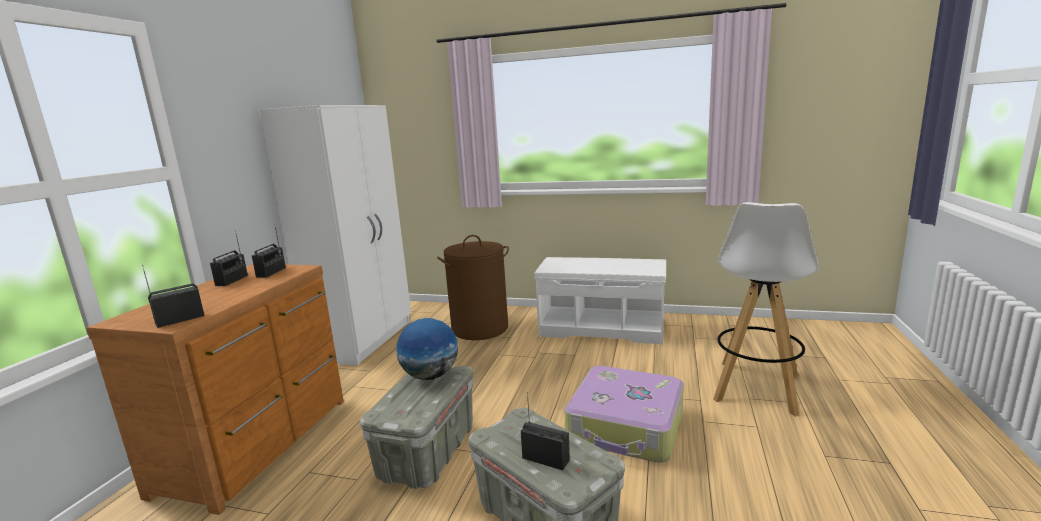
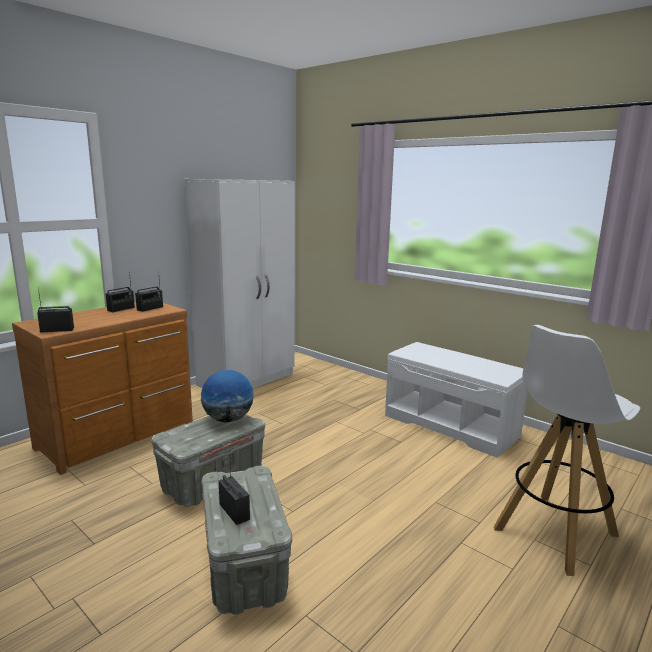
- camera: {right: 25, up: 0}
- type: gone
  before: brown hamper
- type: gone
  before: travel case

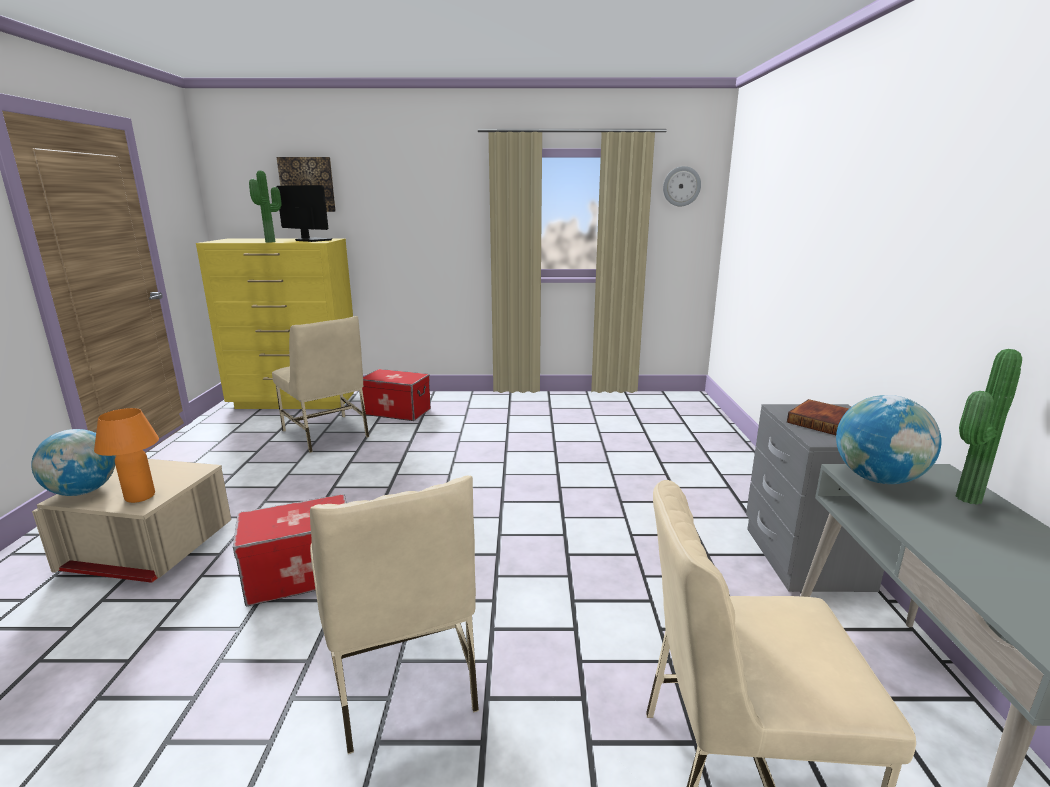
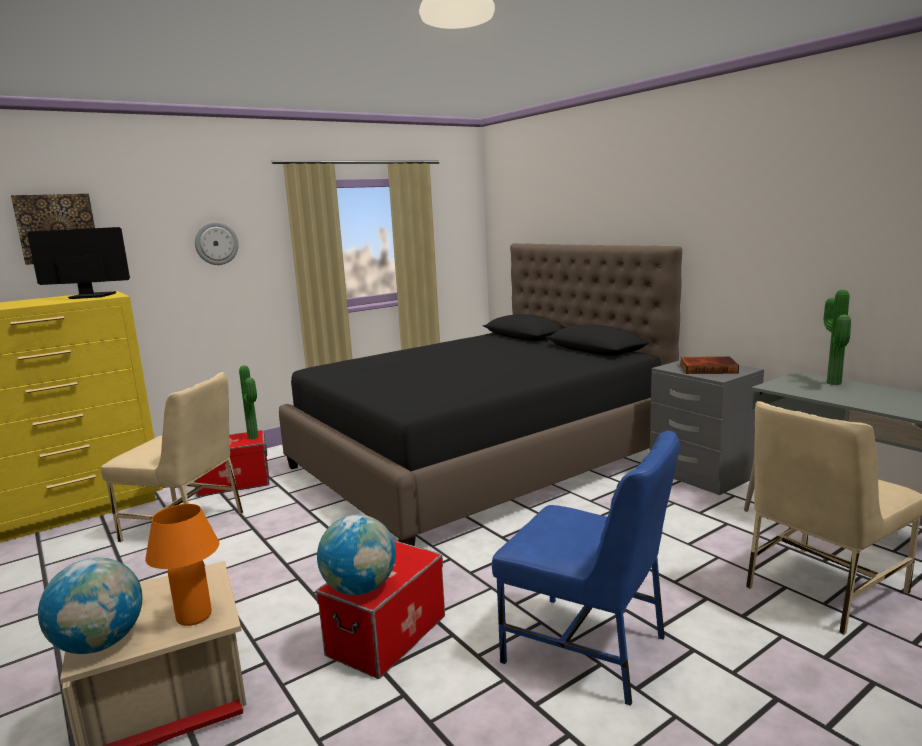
- camera: {right: -35, up: -5}
- type: new
  after: blackish bed
- type: shifted
  before: houseplant (no. 1 from left)
- type: shifted
  before: clock on the wall
- type: shifted
  before: world globe (no. 2 from left)
- type: repainted
  before: beige-coloured upright chair (no. 2 from left)
  after: blue upright chair

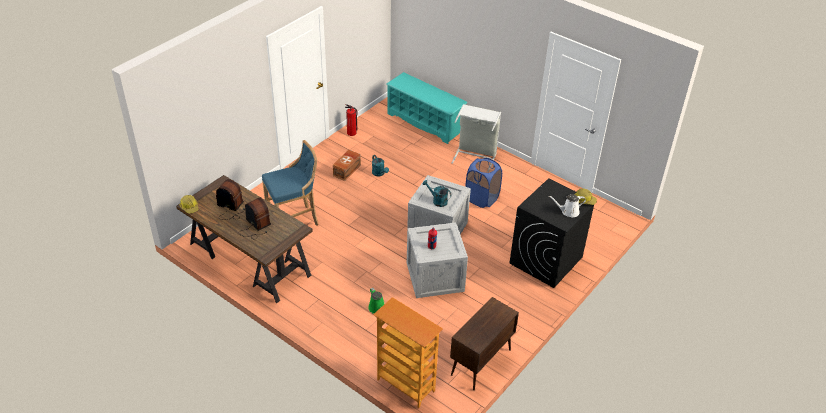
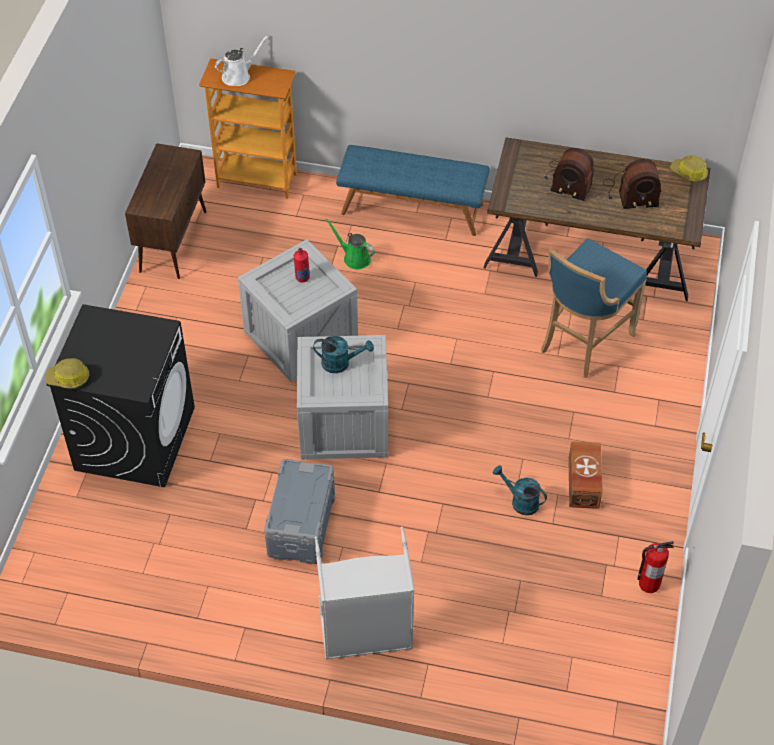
- camera: {right: 155, up: 10}
- type: gone
  before: turquoise shoe stand
- type: new
  after: blue indoor bench
- type: shifted
  before: white sprinkling can
- type: swapped
  before: blue hamper
  after: grey storage box

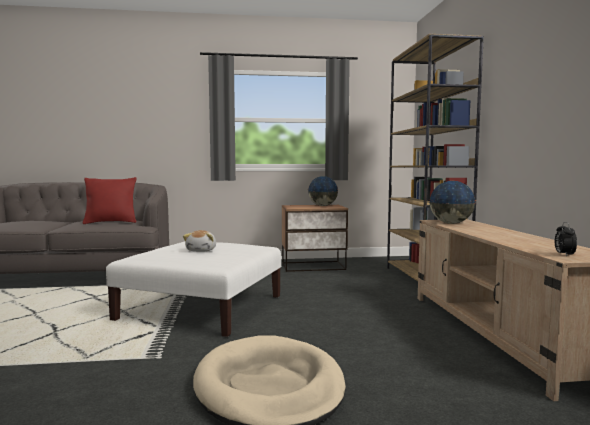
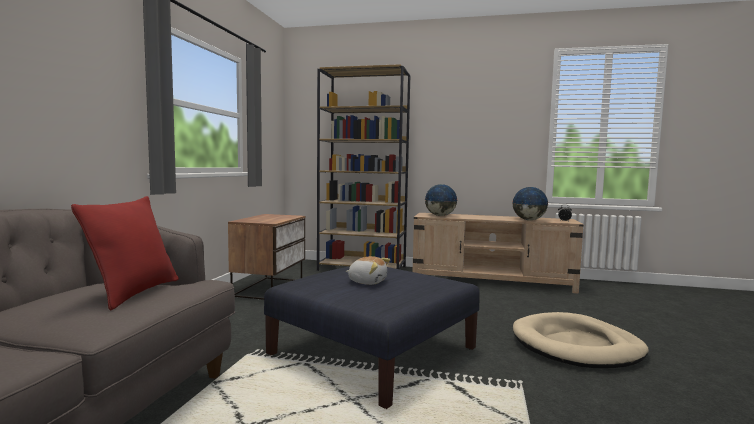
- camera: {right: -70, up: 0}
- type: shifted
  before: world globe (no. 1 from left in the first image)
  after: world globe (no. 2 from left)
- type: repainted
  before: white footrest
  after: blue footrest

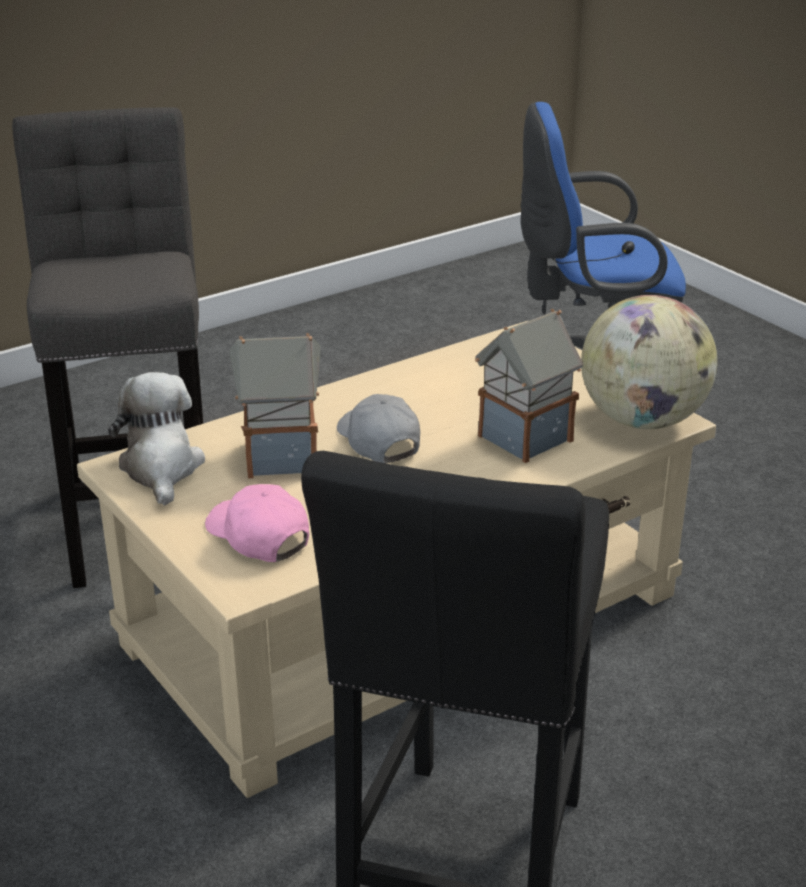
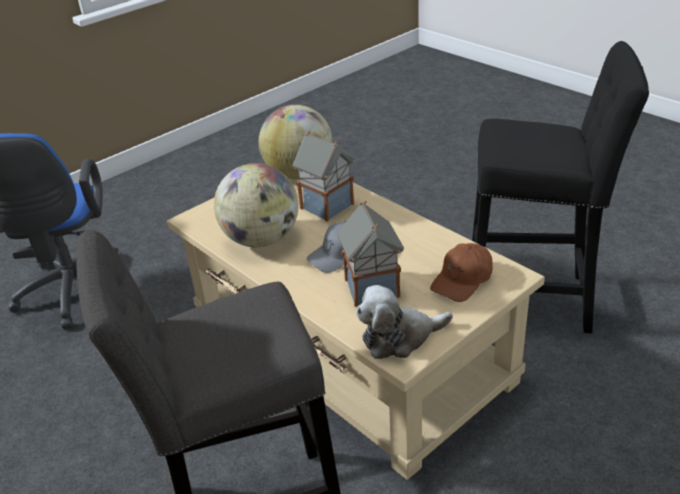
- camera: {right: -95, up: 5}
- type: new
  after: world globe (no. 1 from left)
- type: repainted
  before: pink-coloured baseball cap
  after: brown baseball cap

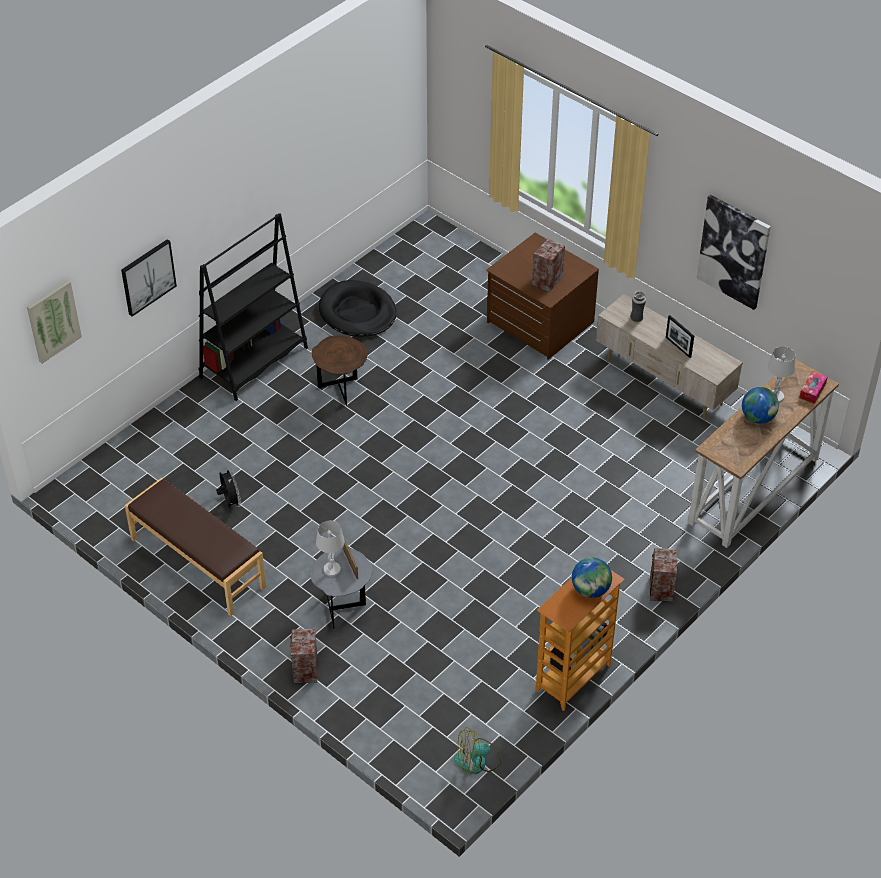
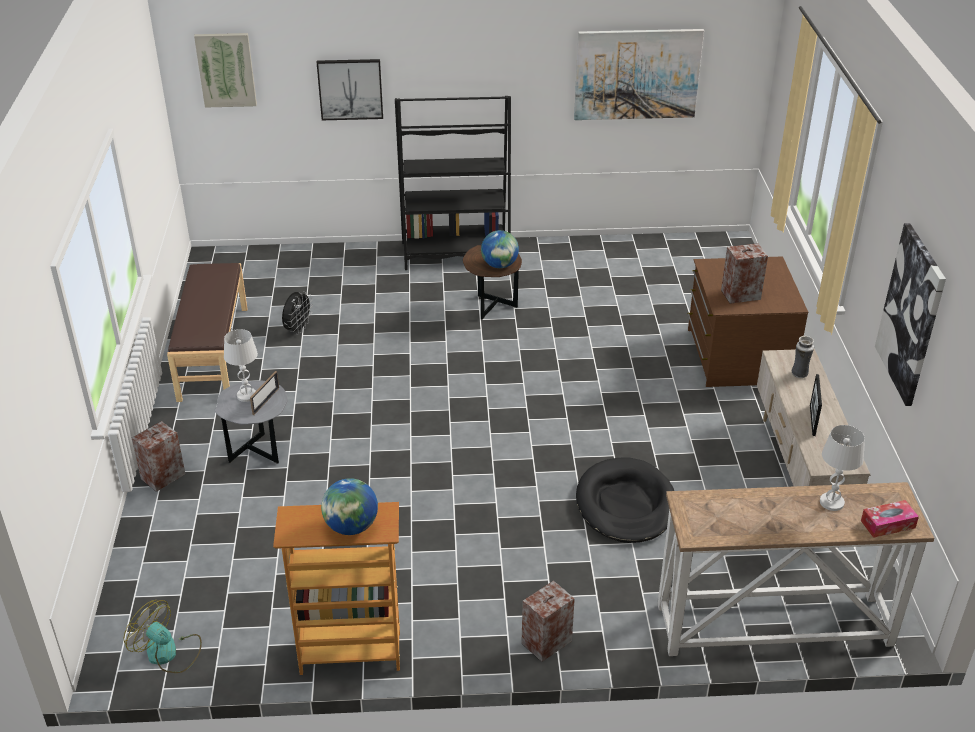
- camera: {right: 45, up: -10}
- type: new
  after: picture (no. 3 from left)
- type: shifted
  before: blackish dog bed
- type: shifted
  before: world globe (no. 2 from left)

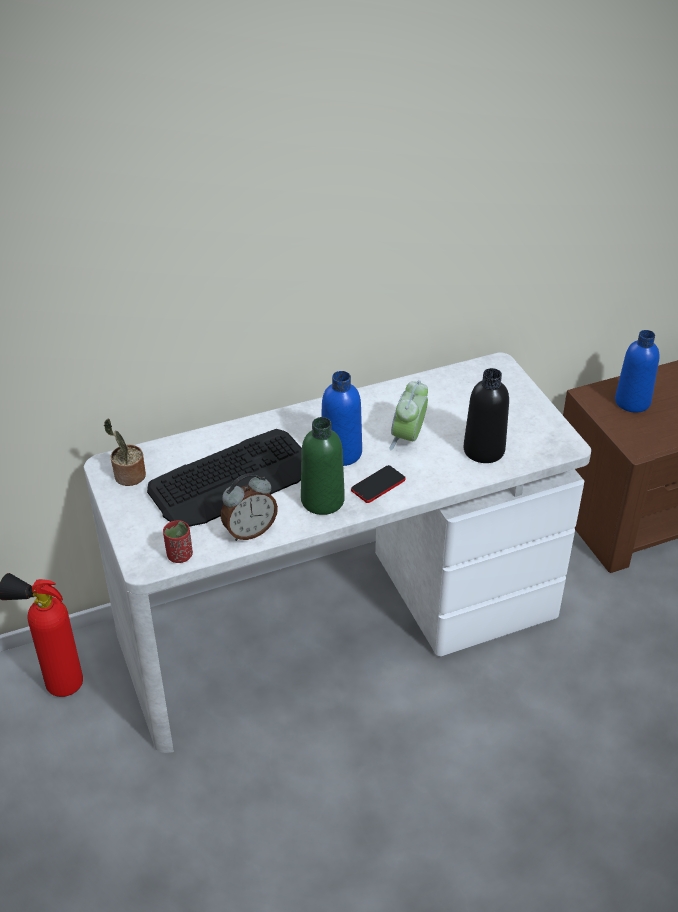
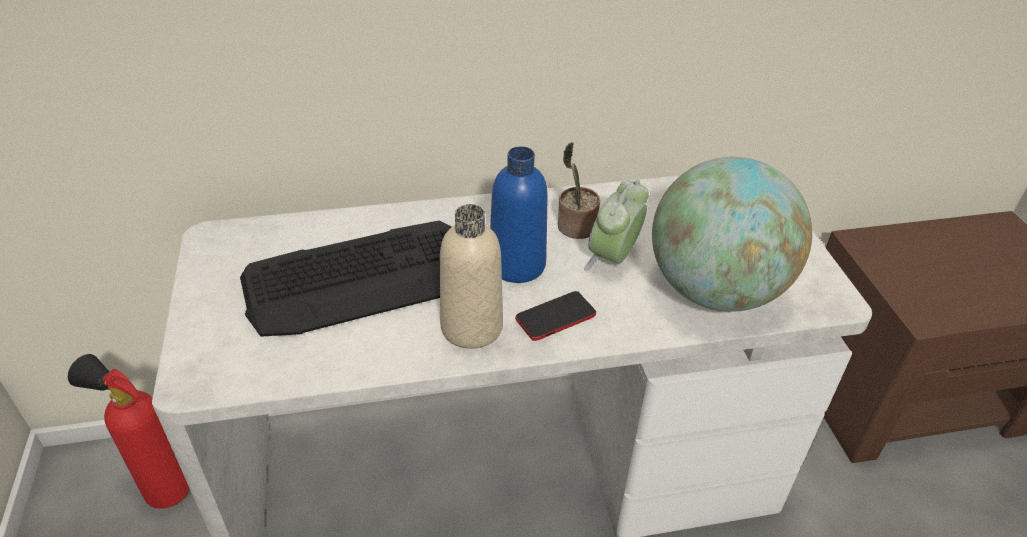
- camera: {right: 10, up: 0}
- type: gone
  before: reddish small cup
- type: gone
  before: bedside clock (no. 1 from left)
- type: gone
  before: blue drink bottle (no. 2 from left)
- type: shifted
  before: houseplant
- type: swapped
  before: blackish drink bottle
  after: world globe
- type: repainted
  before: green drink bottle
  after: beige-coloured drink bottle

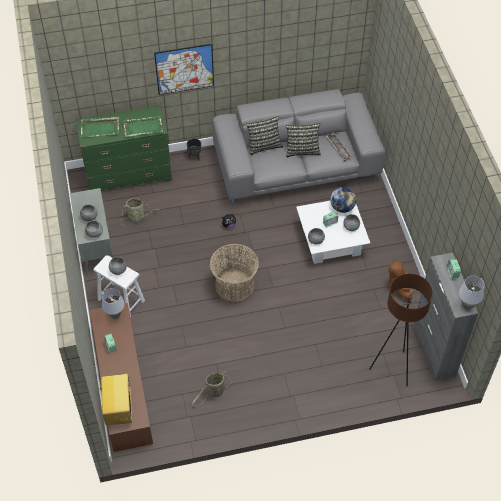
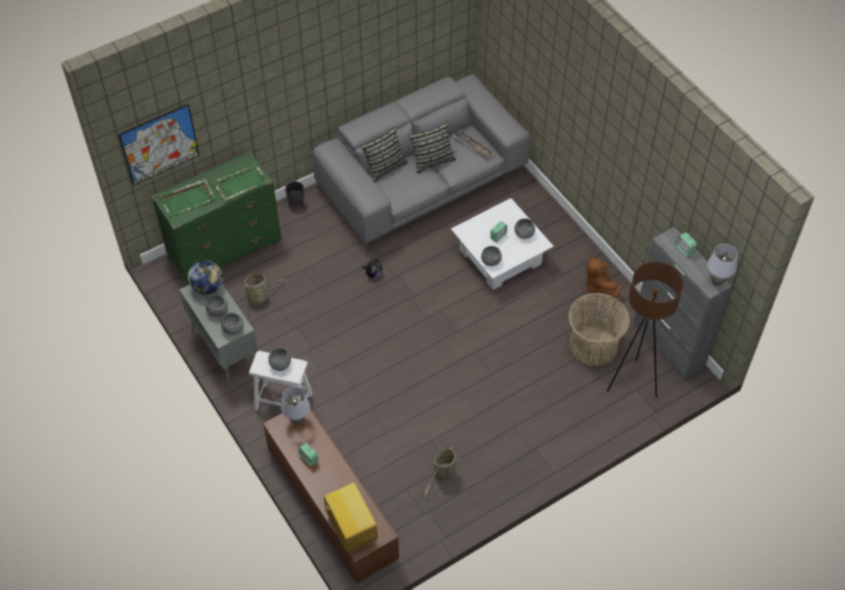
- camera: {right: -20, up: 0}
- type: shifted
  before: picture
- type: shifted
  before: storage basket (no. 3 from left)
- type: shifted
  before: world globe

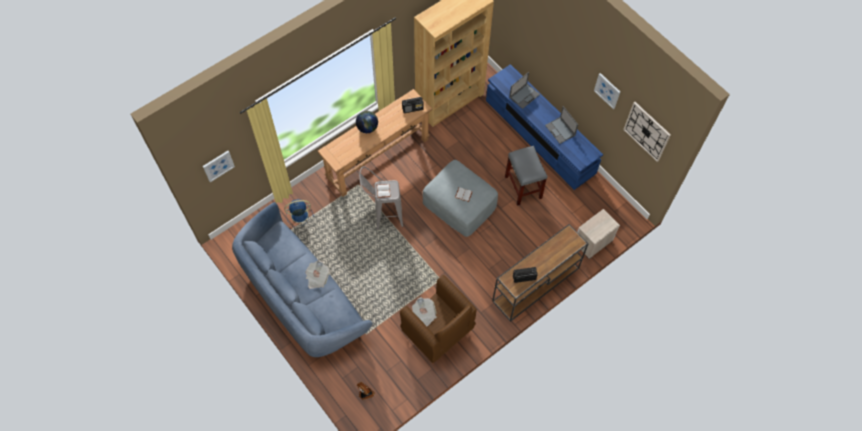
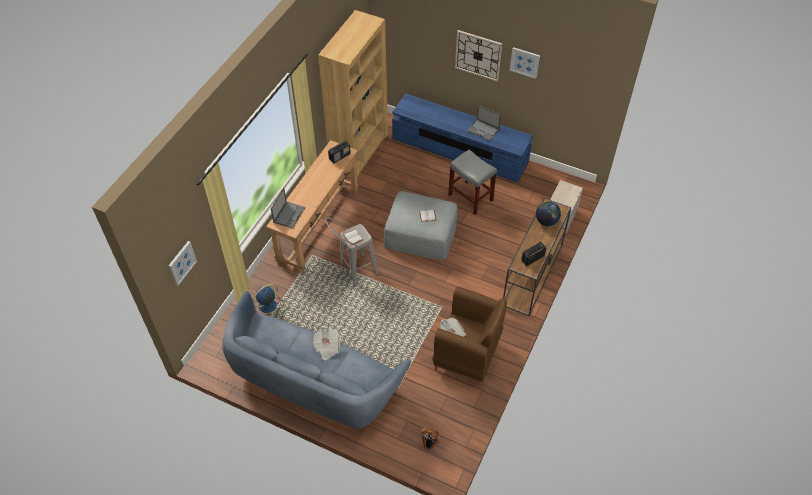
- camera: {right: -25, up: -10}
- type: shifted
  before: world globe
- type: shifted
  before: laptop (no. 1 from left)
- type: shifted
  before: clock on the wall

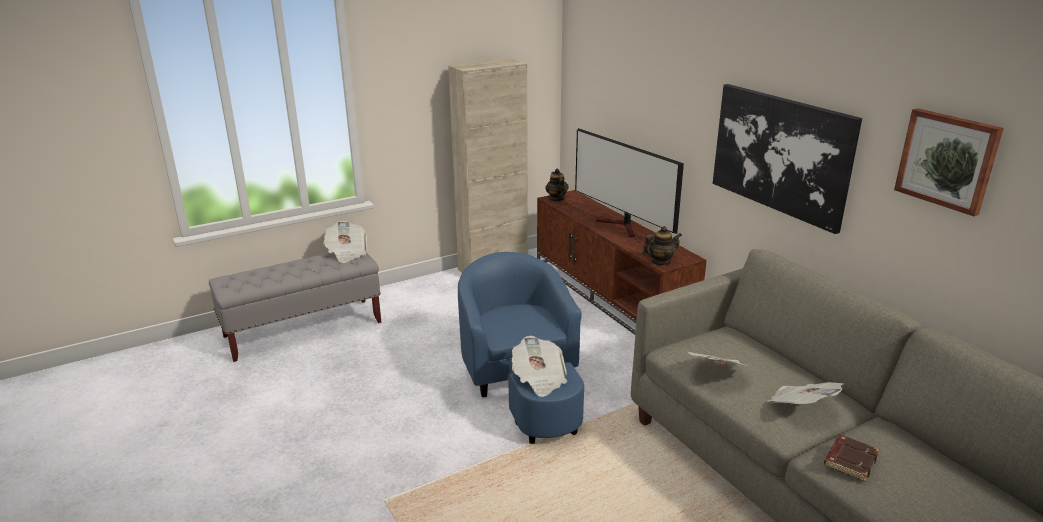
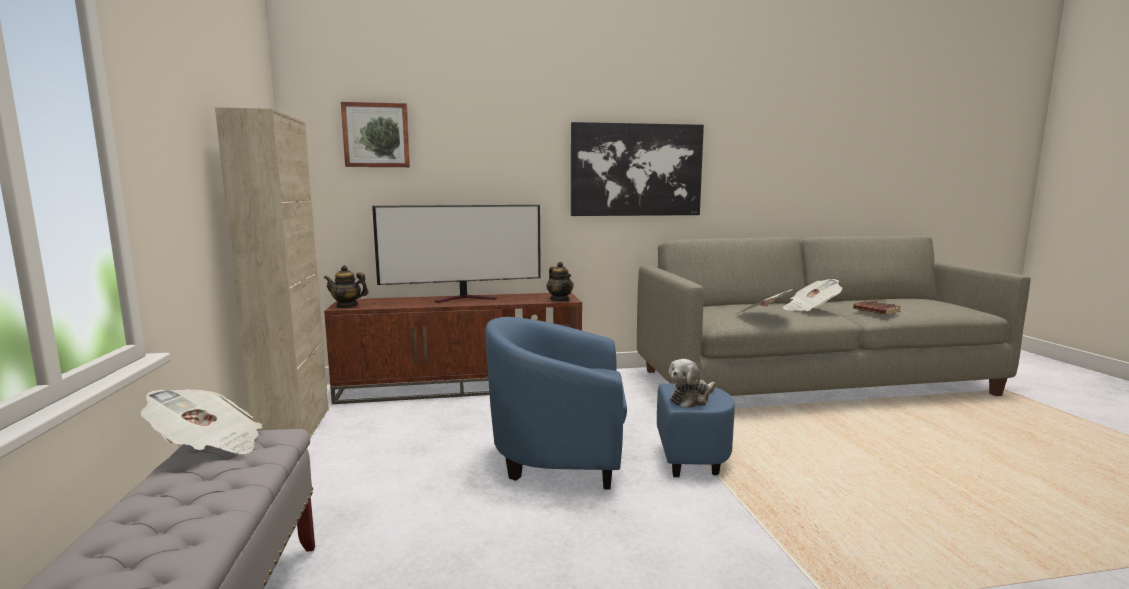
- camera: {right: -70, up: -15}
- type: shifted
  before: picture (no. 2 from left in the first image)
  after: picture (no. 1 from left)
- type: swapped
  before: newspaper (no. 2 from left)
  after: soft toy
- type: rotated
  before: teapot (no. 2 from left)
  turn: 150

